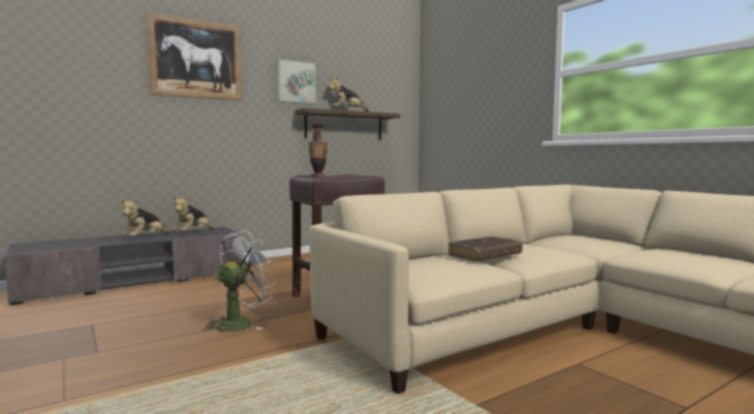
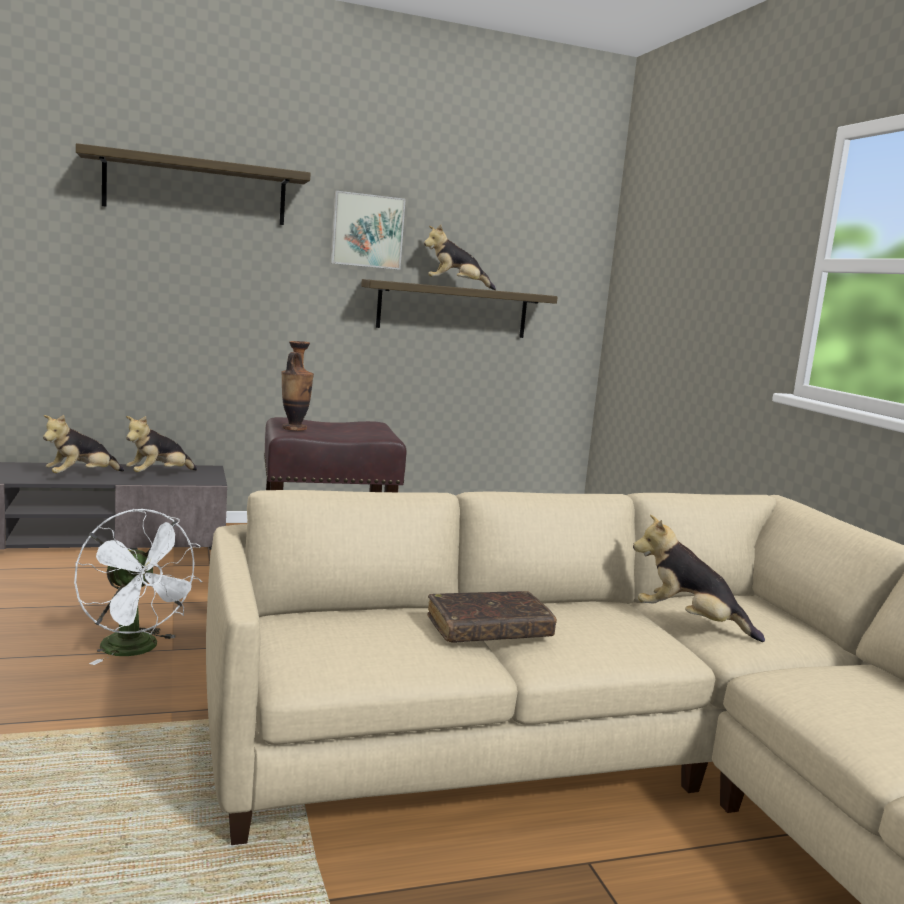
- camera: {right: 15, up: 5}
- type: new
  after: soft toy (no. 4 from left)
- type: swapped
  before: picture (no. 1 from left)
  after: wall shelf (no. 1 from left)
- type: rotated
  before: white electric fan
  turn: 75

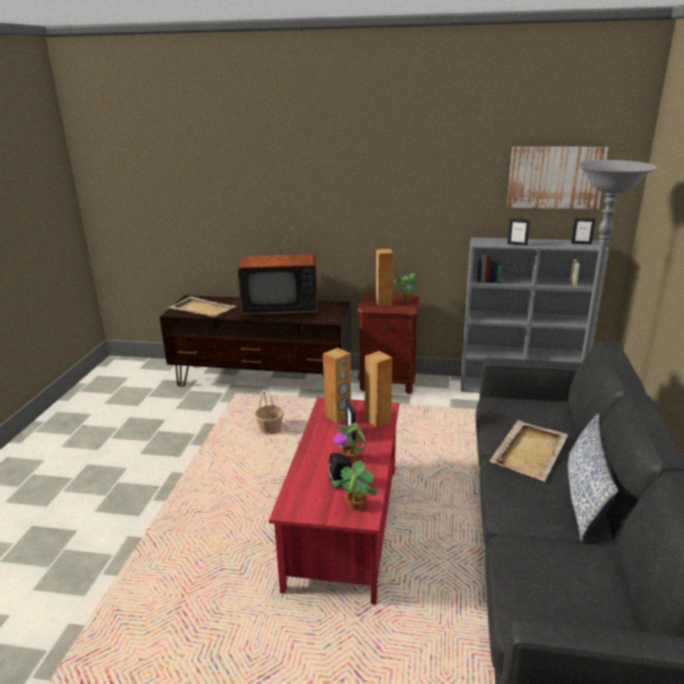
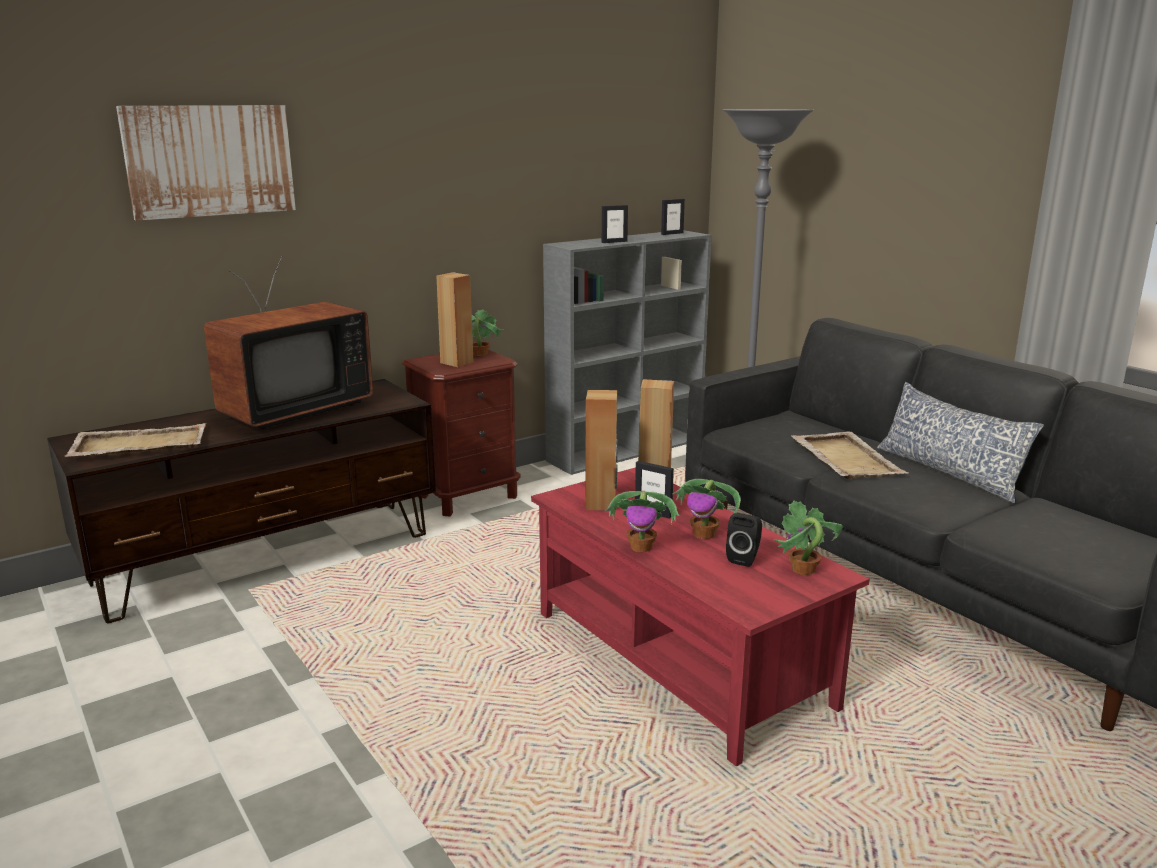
- camera: {right: -45, up: -5}
- type: gone
  before: storage basket
- type: new
  after: houseplant (no. 2 from left)
- type: shifted
  before: picture

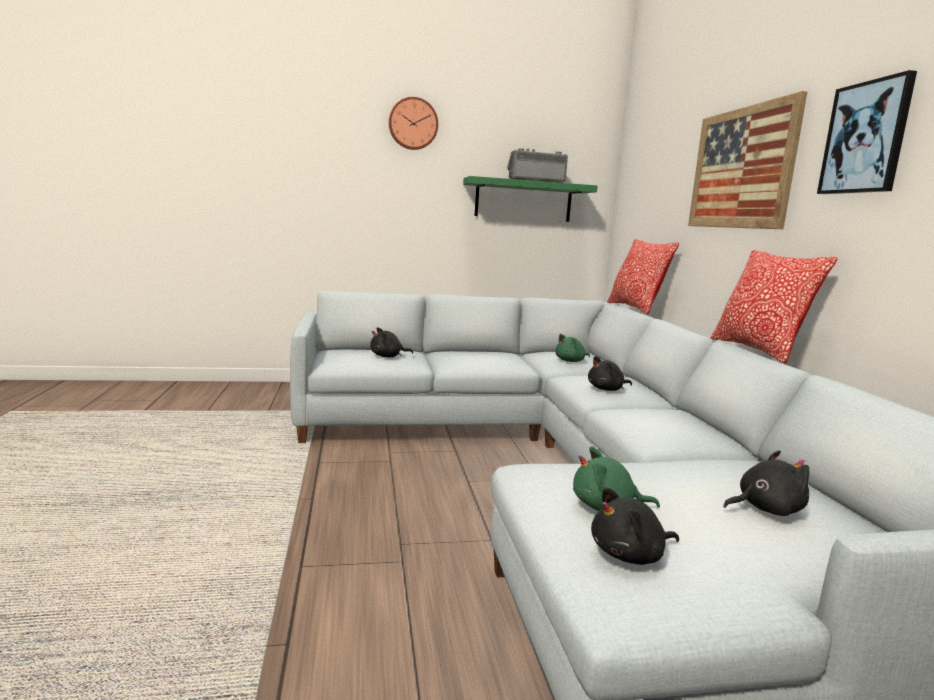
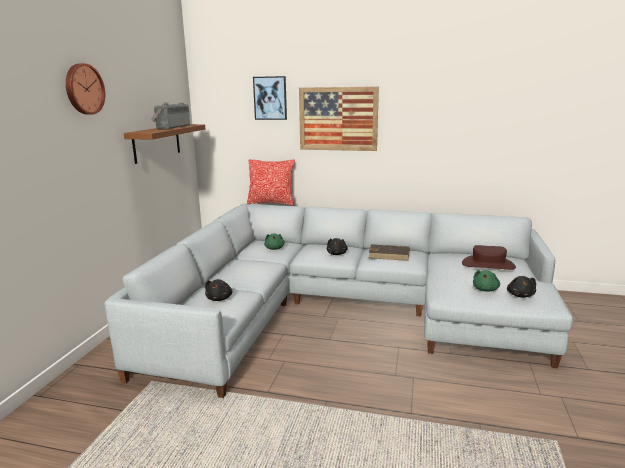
- camera: {right: -65, up: 5}
- type: gone
  before: cushion (no. 2 from left)
- type: new
  after: brown book
- type: shifted
  before: picture (no. 2 from left in the first image)
  after: picture (no. 1 from left)
- type: swapped
  before: blackish soft toy (no. 4 from left)
  after: brown hat
- type: repainted
  before: green wall shelf
  after: brown wall shelf

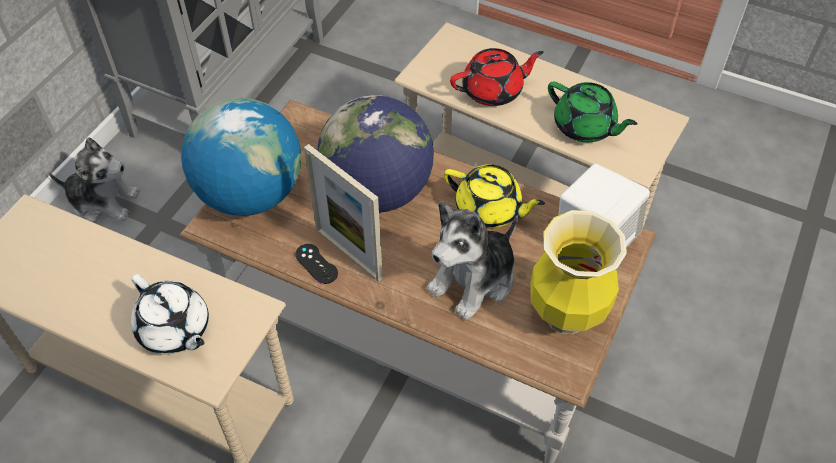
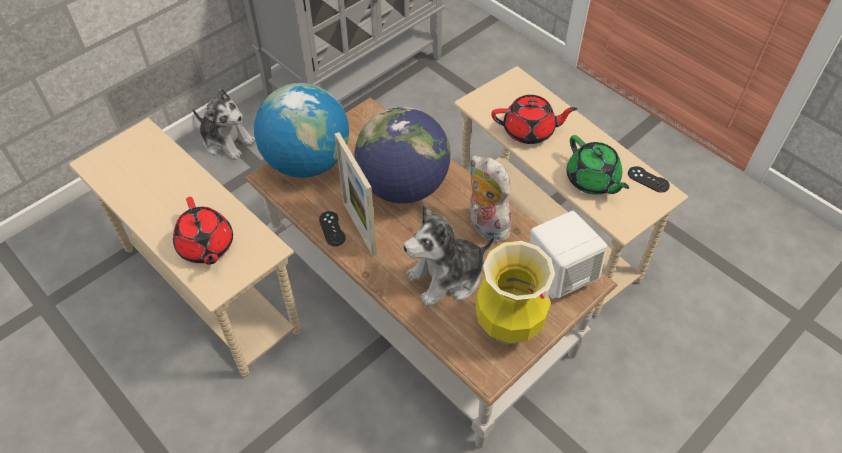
- camera: {right: 20, up: 0}
- type: new
  after: blackish gamepad (no. 2 from left)
- type: swapped
  before: yellow teapot
  after: soft toy (no. 3 from left)
- type: repainted
  before: white teapot
  after: reddish teapot (no. 1 from left)

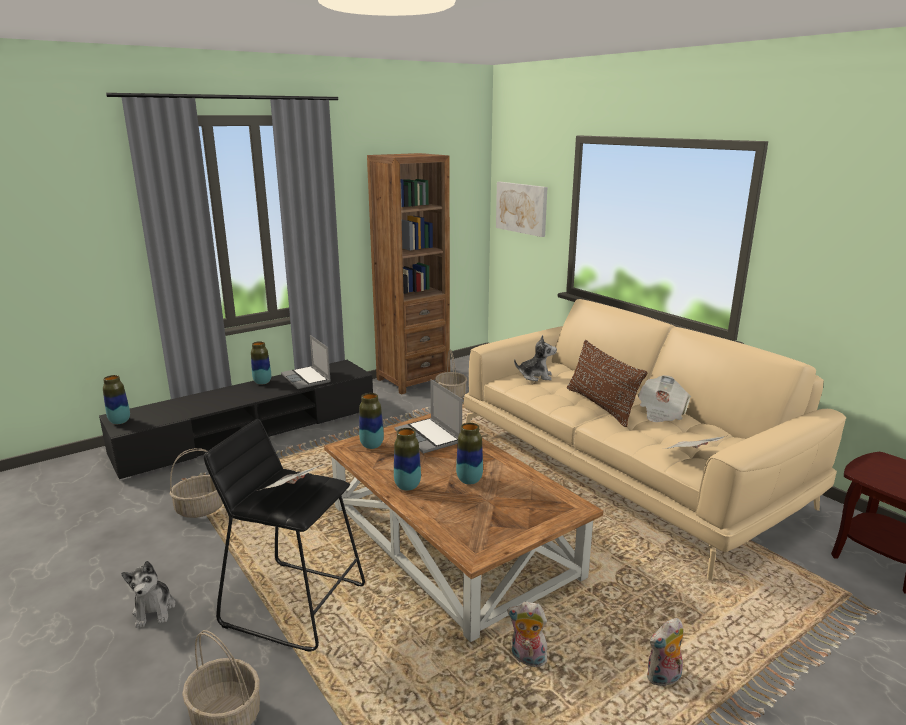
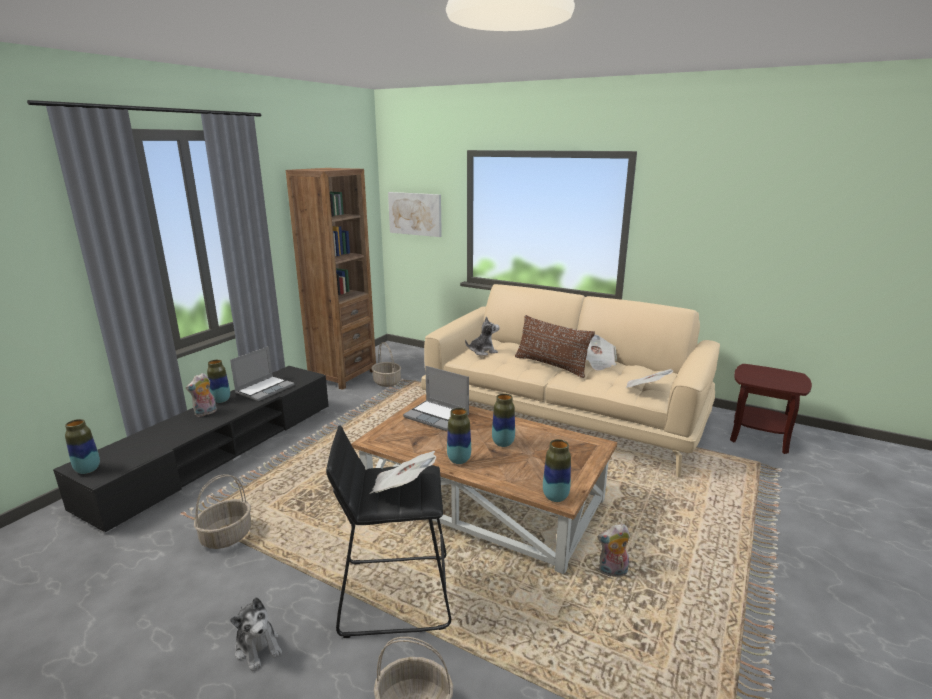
- camera: {right: -25, up: 0}
- type: shifted
  before: flower vase (no. 3 from left in the first image)
  after: flower vase (no. 5 from left)
- type: shifted
  before: soft toy (no. 4 from left in the first image)
  after: soft toy (no. 1 from left)
- type: rotated
  before: laptop (no. 1 from left)
  turn: -90

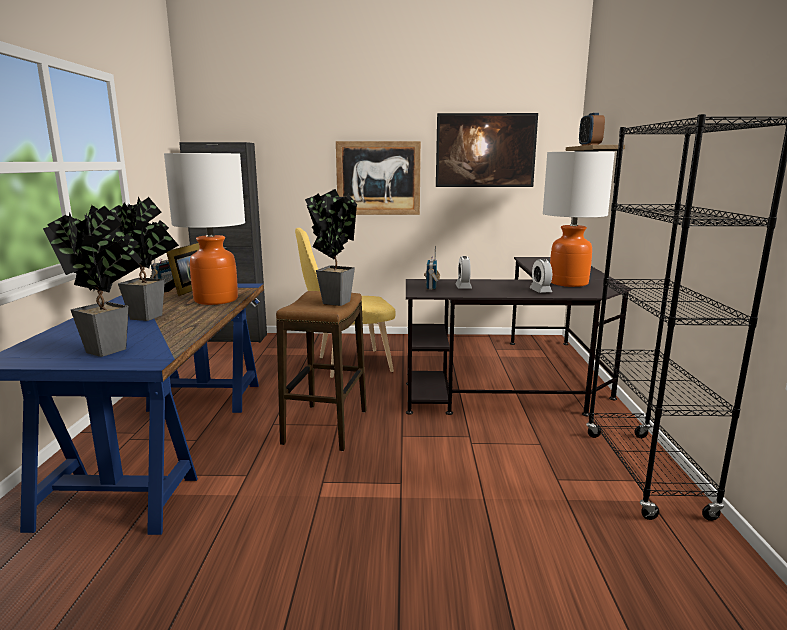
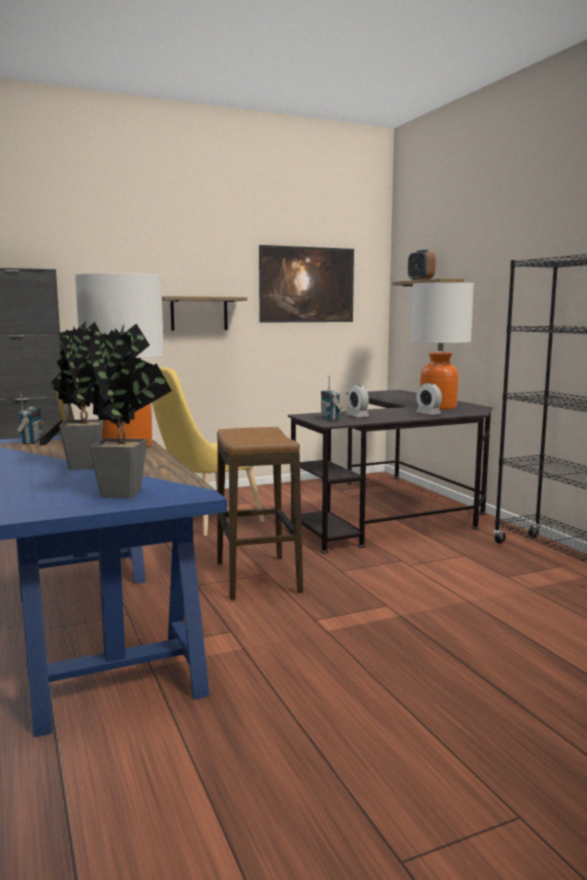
- camera: {right: -25, up: -5}
- type: gone
  before: houseplant (no. 3 from left)
- type: swapped
  before: picture (no. 1 from left)
  after: wall shelf (no. 1 from left)

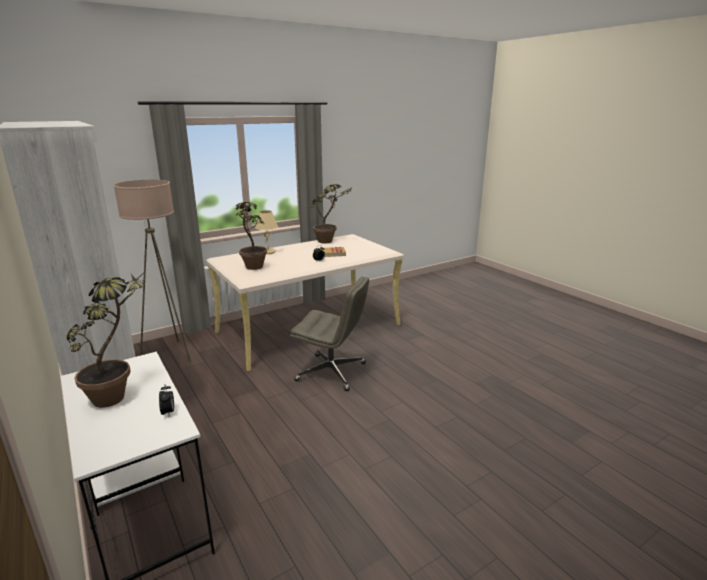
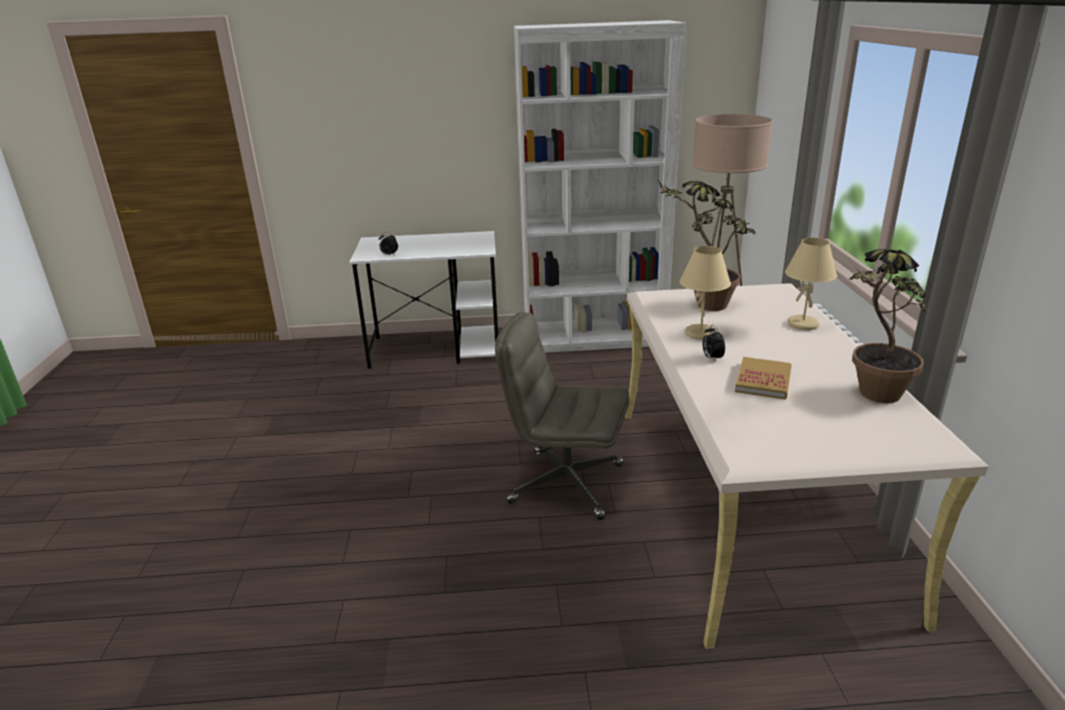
- camera: {right: 120, up: 5}
- type: gone
  before: houseplant (no. 1 from left)
- type: new
  after: beige-coloured tabletop lamp (no. 1 from left)
- type: rotated
  before: grey office chair
  turn: 60

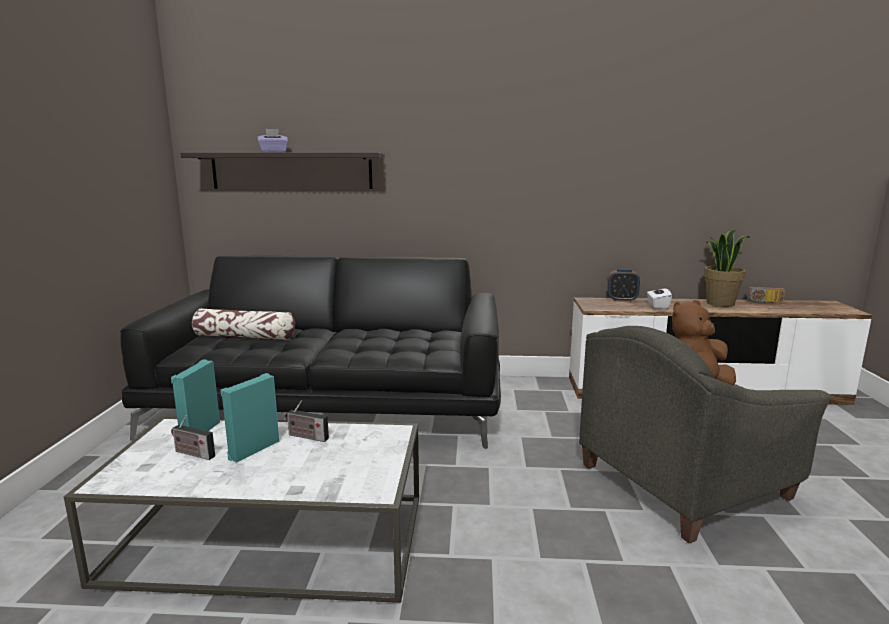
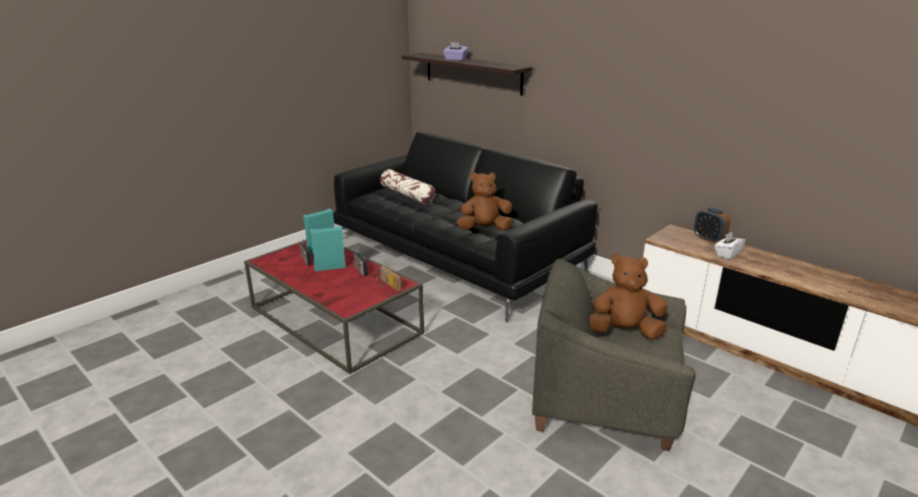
- camera: {right: 40, up: 10}
- type: gone
  before: houseplant
- type: new
  after: brown soft toy (no. 1 from left)
- type: shifted
  before: radio receiver (no. 3 from left)
- type: repainted
  before: white coffee table
  after: reddish coffee table

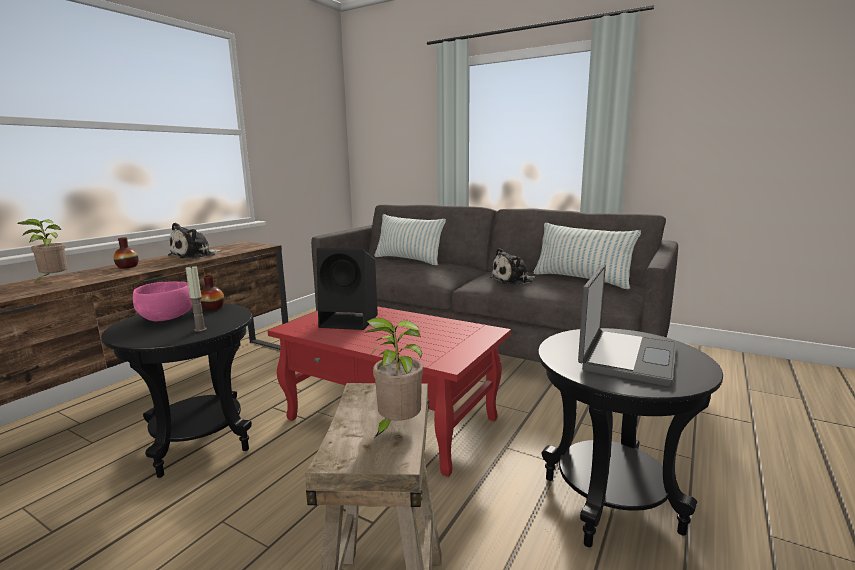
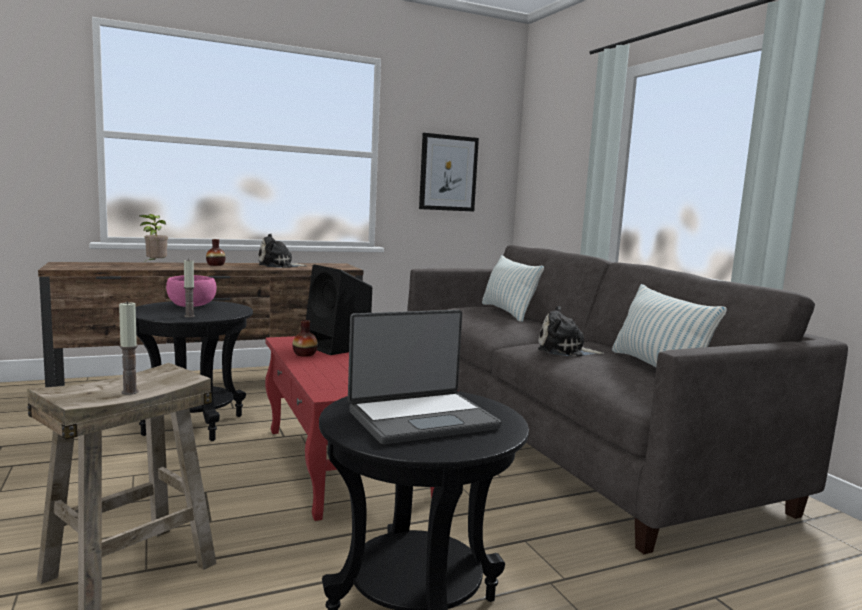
- camera: {right: 35, up: -5}
- type: new
  after: picture
- type: shifted
  before: flower vase (no. 2 from left)
- type: swapped
  before: houseplant (no. 2 from left)
  after: wax light (no. 1 from left)

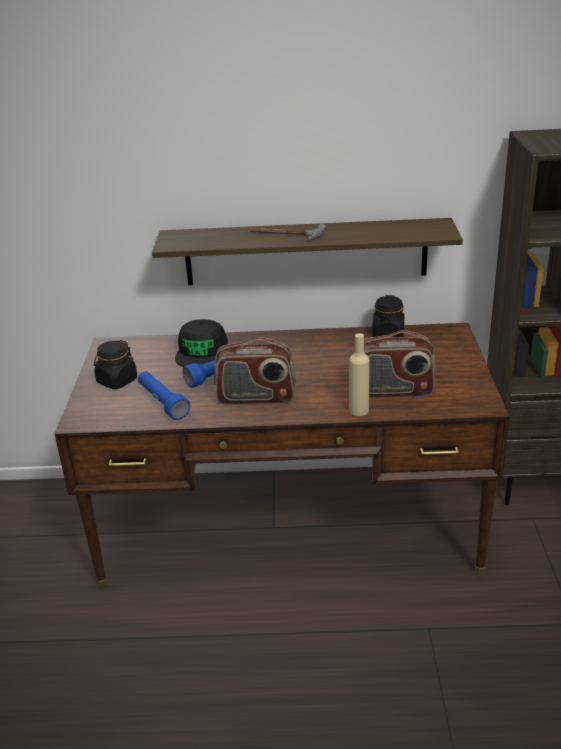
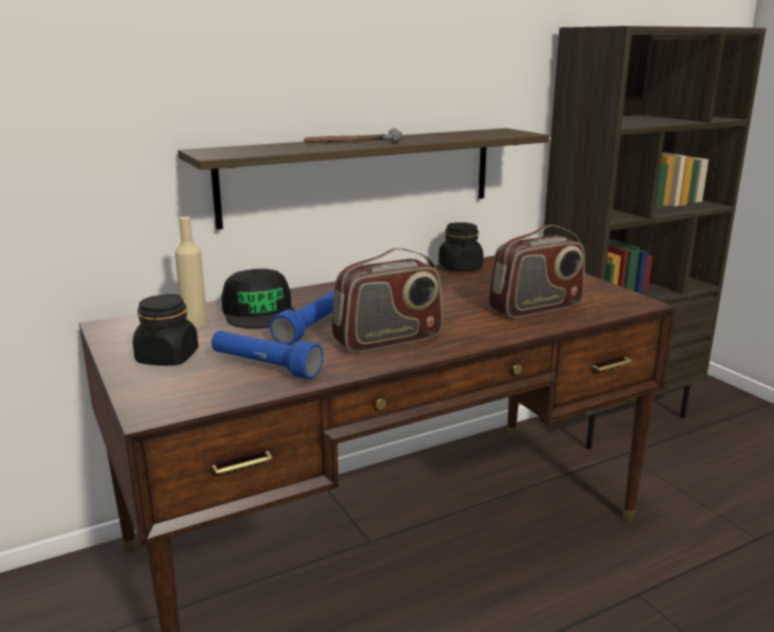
- camera: {right: -30, up: -10}
- type: shifted
  before: beige-coloured drink bottle

